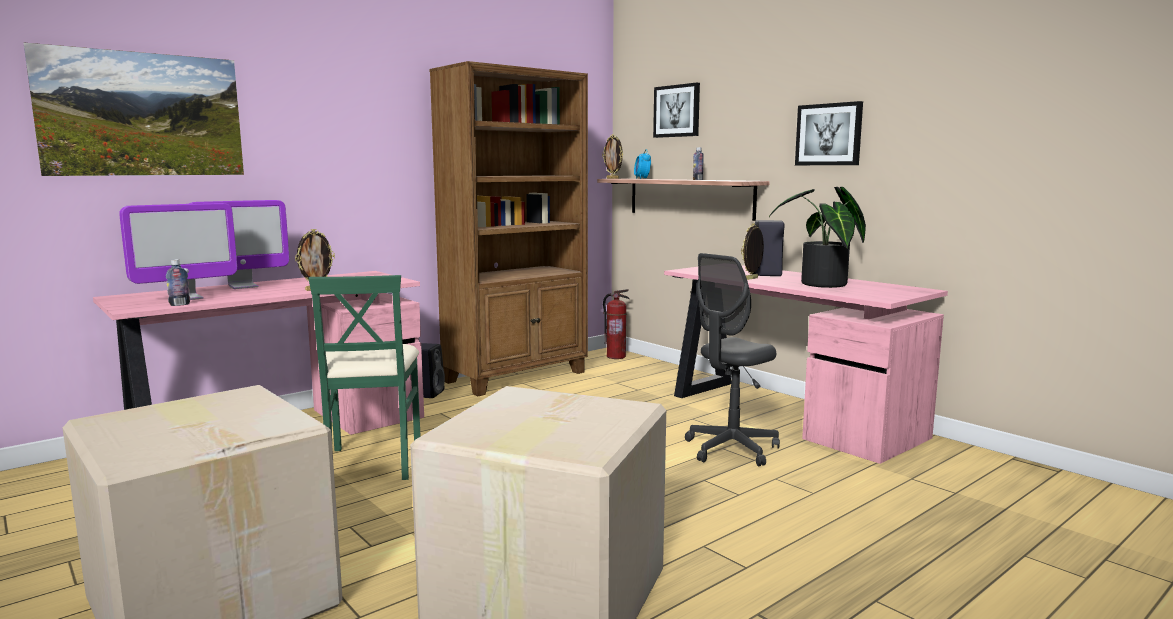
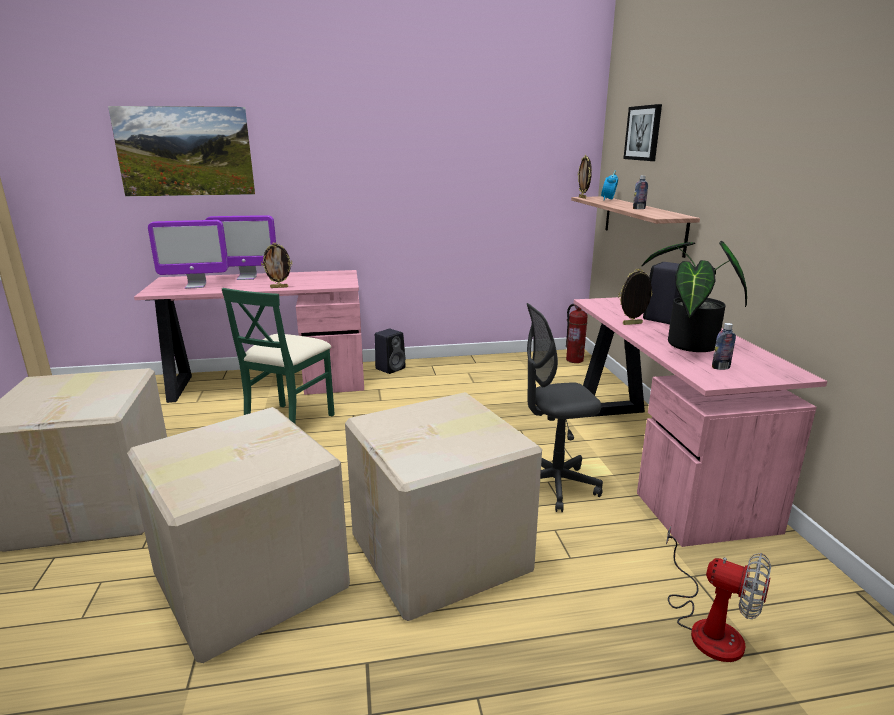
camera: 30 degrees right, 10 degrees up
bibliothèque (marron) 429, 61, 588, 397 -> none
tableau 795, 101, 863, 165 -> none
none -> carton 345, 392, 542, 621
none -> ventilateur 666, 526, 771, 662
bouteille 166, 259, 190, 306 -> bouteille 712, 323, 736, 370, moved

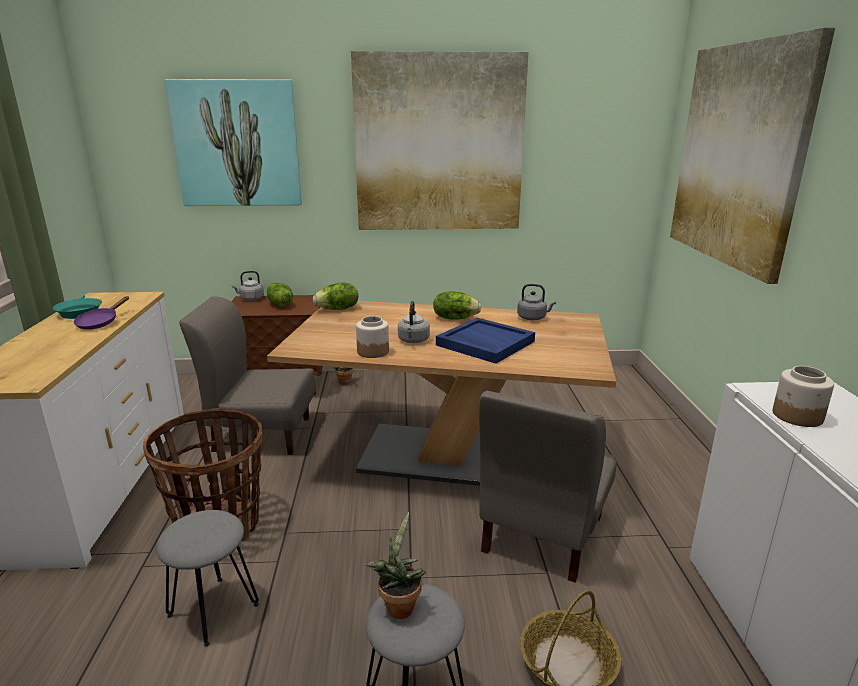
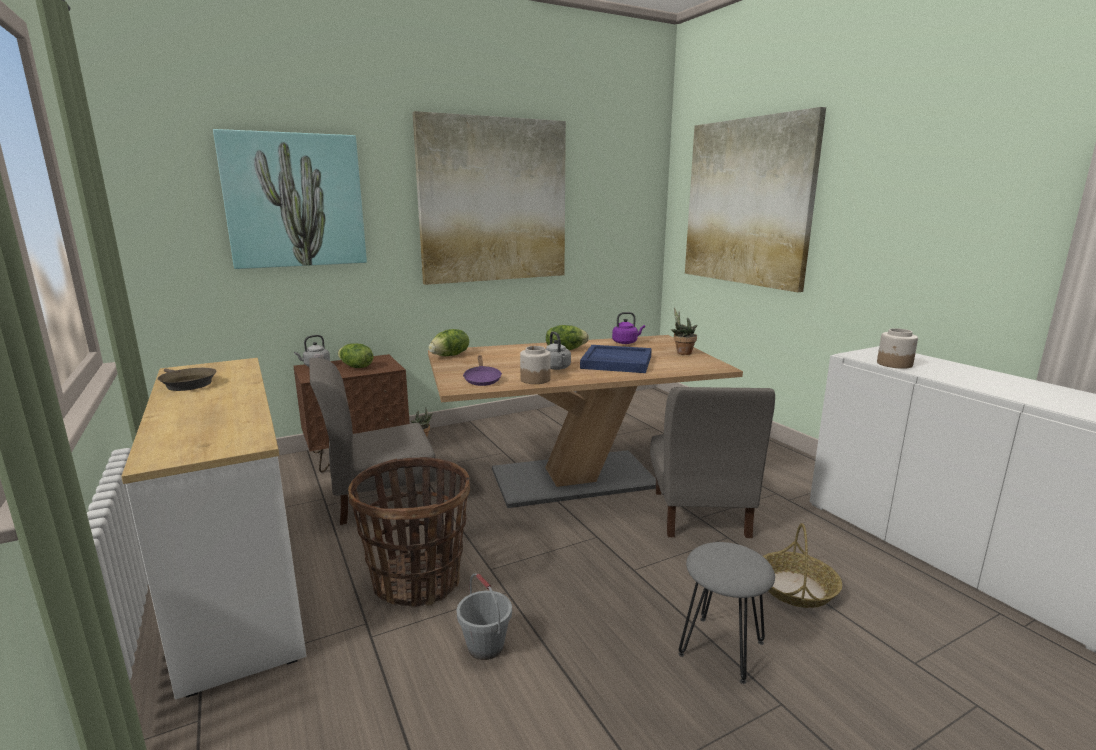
camera: 25 degrees left, 5 degrees down
poêle (violet) 74, 296, 129, 330 -> poêle (violet) 463, 355, 502, 386, moved
plante en pot 366, 512, 426, 619 -> plante en pot 670, 308, 698, 355, moved
tabouret (gris) 156, 510, 259, 647 -> seau (gris) 457, 573, 512, 660
poêle (turquoise) 53, 295, 102, 319 -> poêle (marron) 158, 368, 217, 391
bouilloire (gris) 517, 284, 556, 320 -> bouilloire (violet) 612, 312, 645, 344

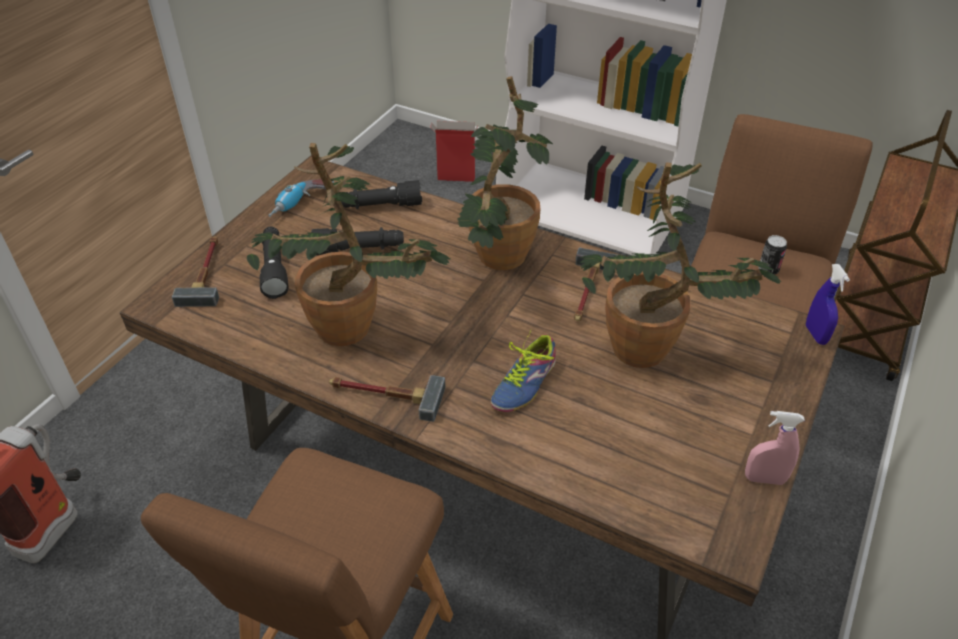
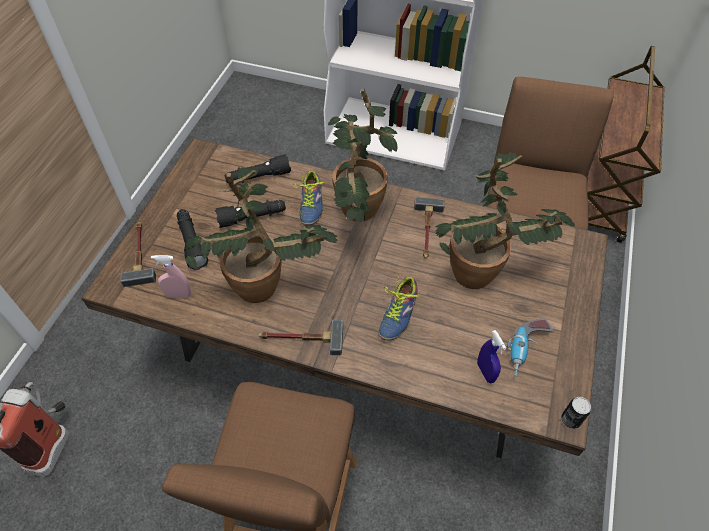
camera: 10 degrees left, 10 degrees up
carton 430, 121, 478, 182 -> none
none -> chaussure 293, 171, 324, 225
perceuse 268, 179, 334, 217 -> perceuse 507, 318, 553, 377, moved
vaporisateur (rose) 745, 411, 805, 485 -> vaporisateur (rose) 151, 255, 191, 298, moved
boîte métallique 758, 235, 787, 275 -> boîte métallique 561, 397, 591, 429, moved
vaporisateur (bleu) 806, 264, 850, 345 -> vaporisateur (bleu) 477, 330, 506, 383, moved

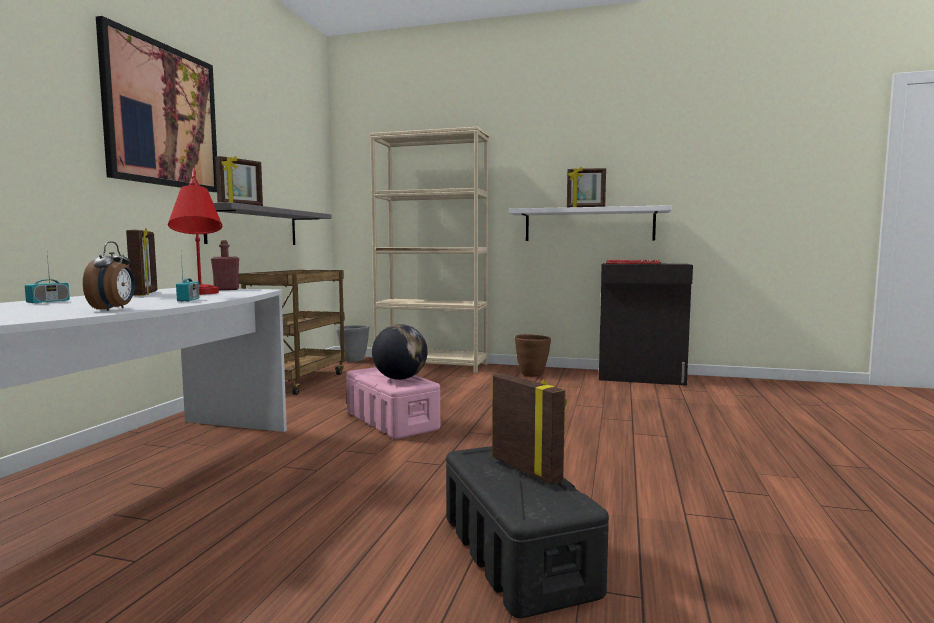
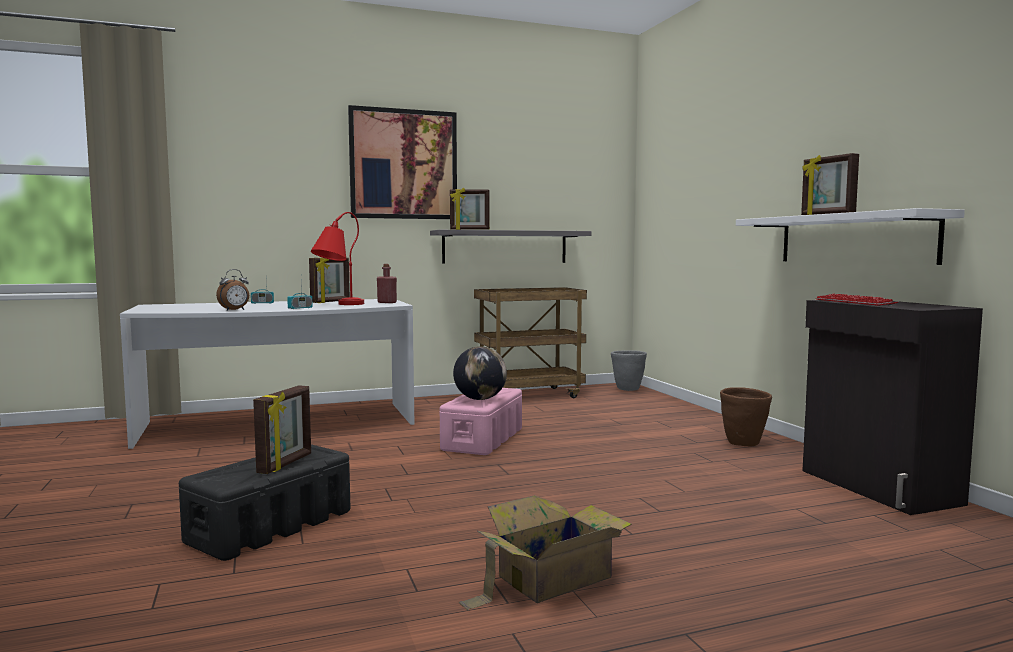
camera: 55 degrees right, 0 degrees up
bibliothèque (beige) 370, 127, 489, 373 -> none
none -> carton 459, 495, 632, 610

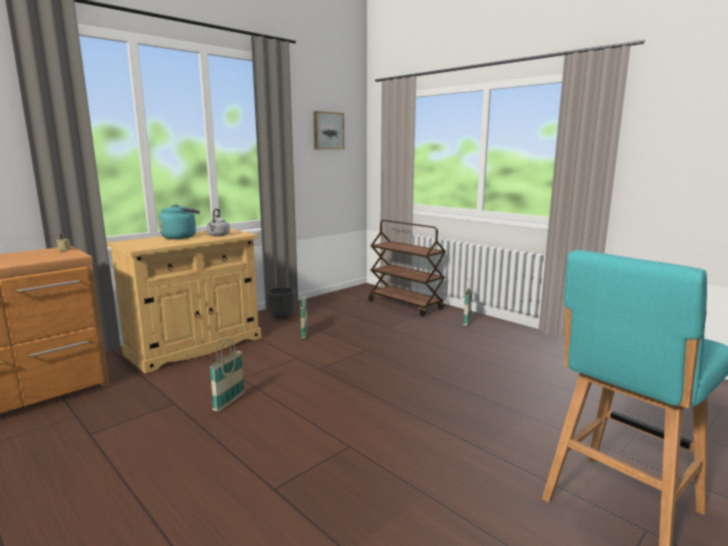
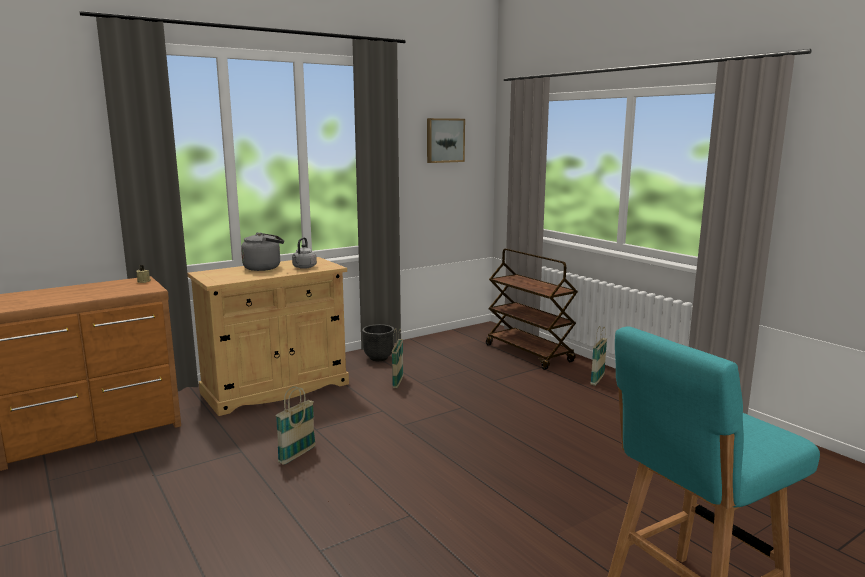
camera: 10 degrees right, 0 degrees up
bouilloire (turquoise) 159, 204, 200, 239 -> bouilloire (gris) 241, 233, 284, 271

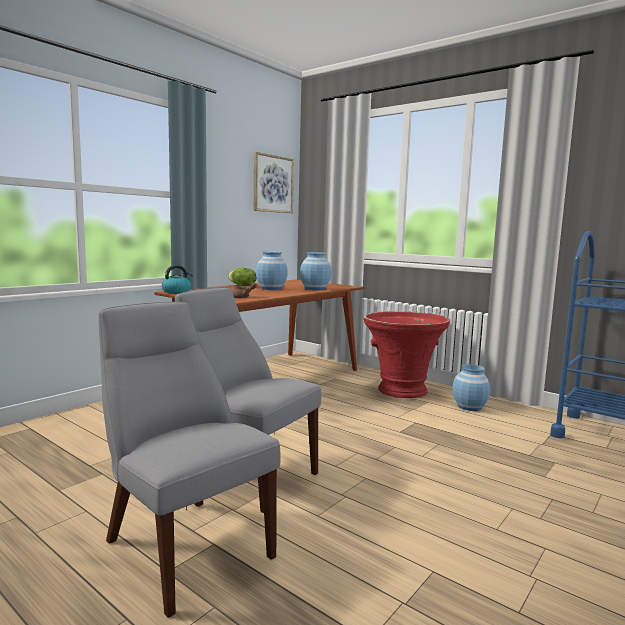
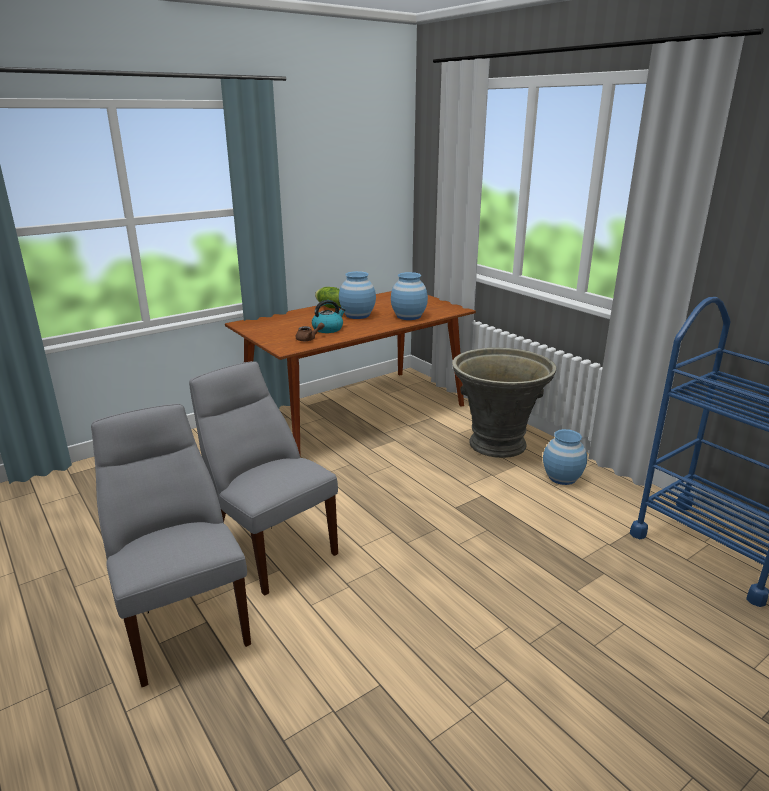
camera: 15 degrees right, 15 degrees up
tableau 254, 152, 294, 213 -> none
bouilloire 162, 265, 193, 293 -> bouilloire 312, 300, 346, 333, moved
cache-pot (rouge) 363, 311, 450, 398 -> cache-pot (gris) 452, 348, 557, 458

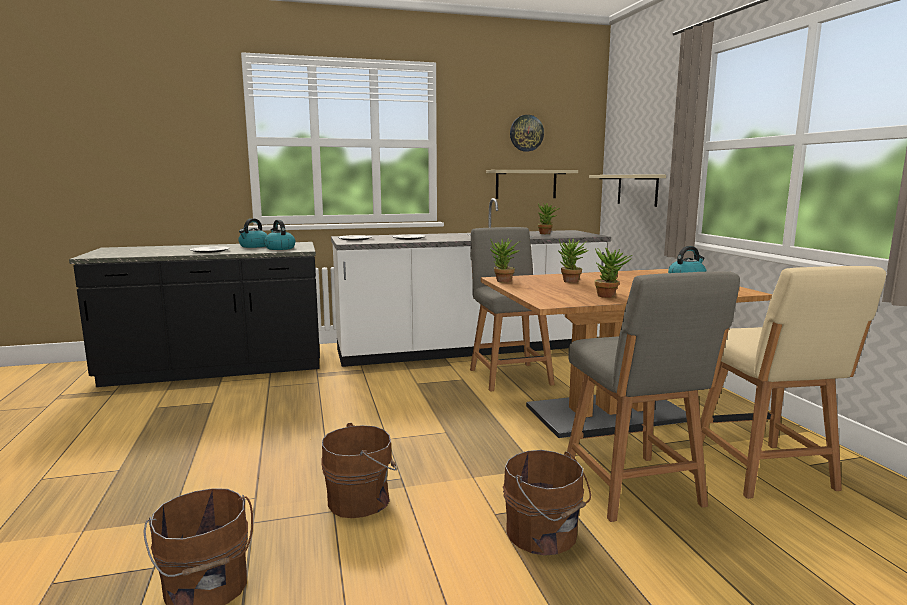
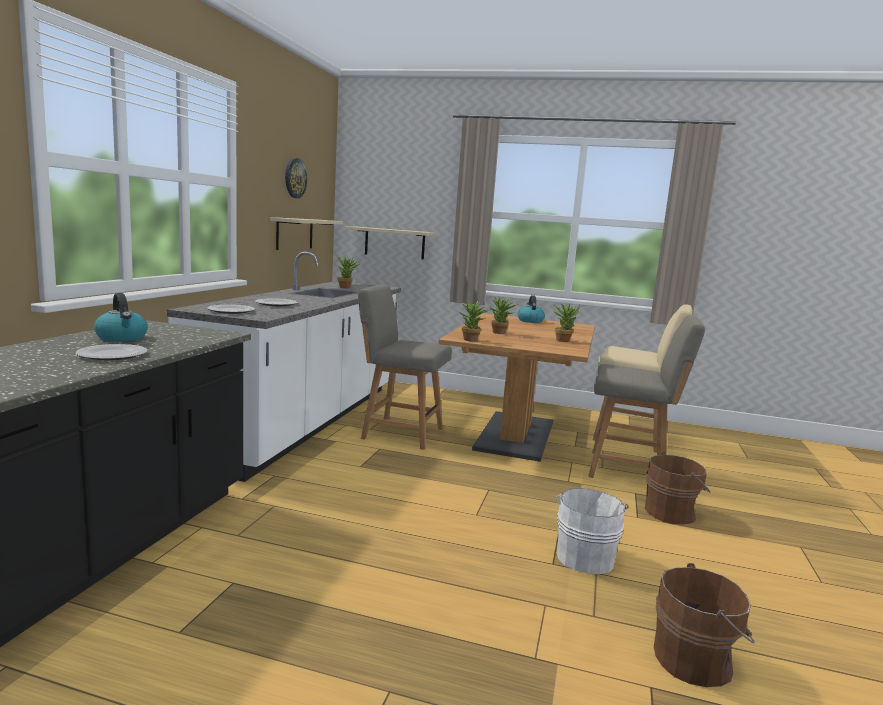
camera: 60 degrees left, 0 degrees up
bouilloire 264, 220, 296, 250 -> none
seau (marron) 321, 423, 397, 518 -> seau (blanc) 556, 488, 629, 574

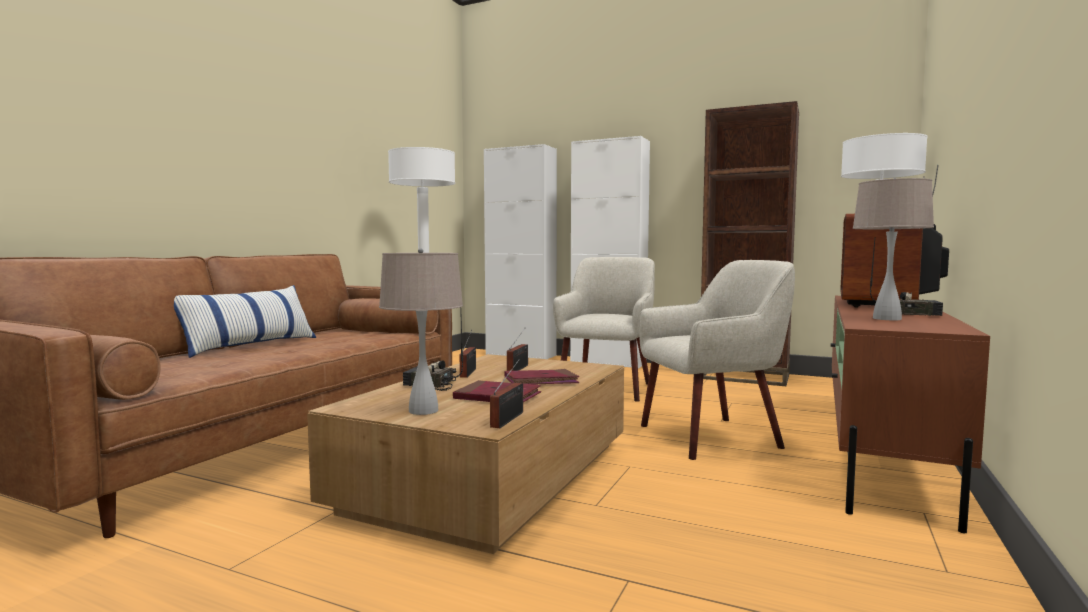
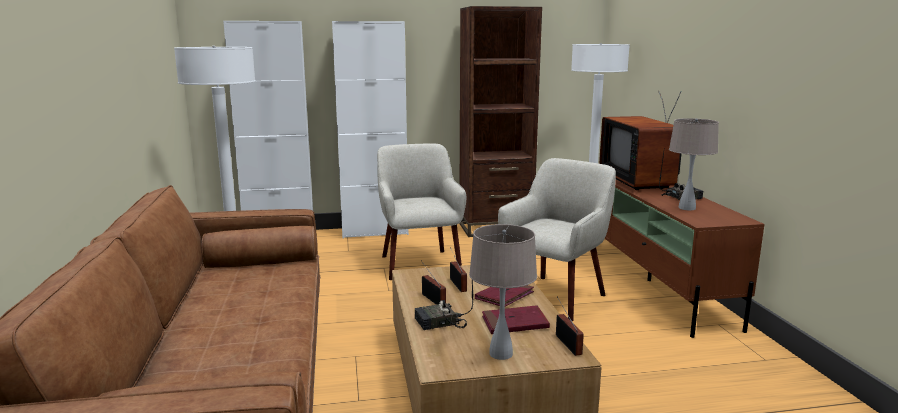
camera: 35 degrees left, 10 degrees up
coussin 174, 285, 316, 358 -> none

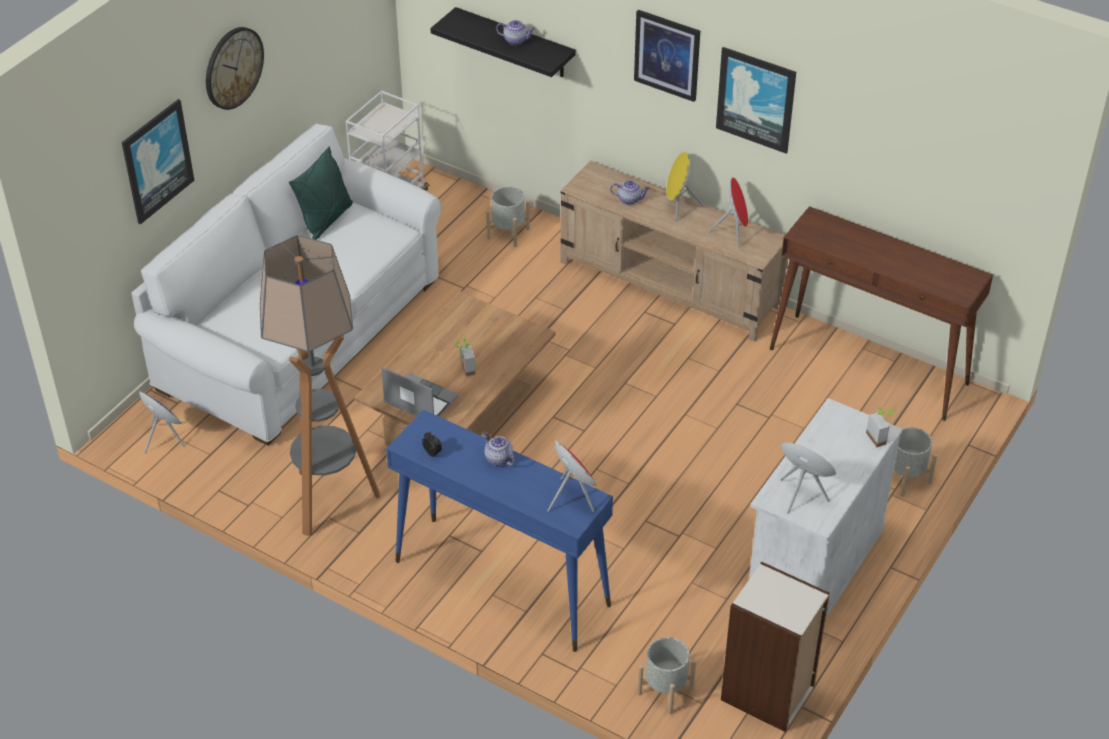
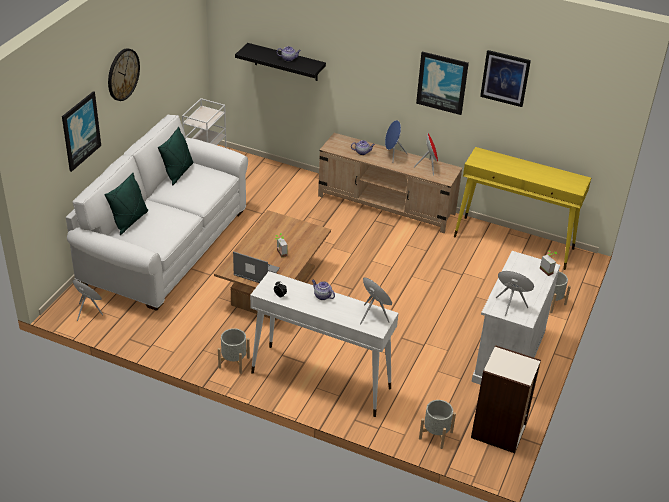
camera: 10 degrees left, 5 degrees down
lampadaire 260, 235, 380, 536 -> none
none -> coussin (vert) 104, 173, 148, 235
cache-pot (gris) 486, 186, 530, 247 -> cache-pot (gris) 218, 328, 250, 374, moved
tableau 634, 10, 700, 102 -> tableau 480, 50, 531, 107, moved
table console (bleu) 386, 409, 613, 652 -> table console (blanc) 250, 271, 398, 417
enceinte (jaune) 666, 152, 704, 222 -> enceinte (bleu) 385, 120, 407, 163
table console (marron) 770, 206, 993, 421 -> table console (jaune) 454, 147, 591, 270

